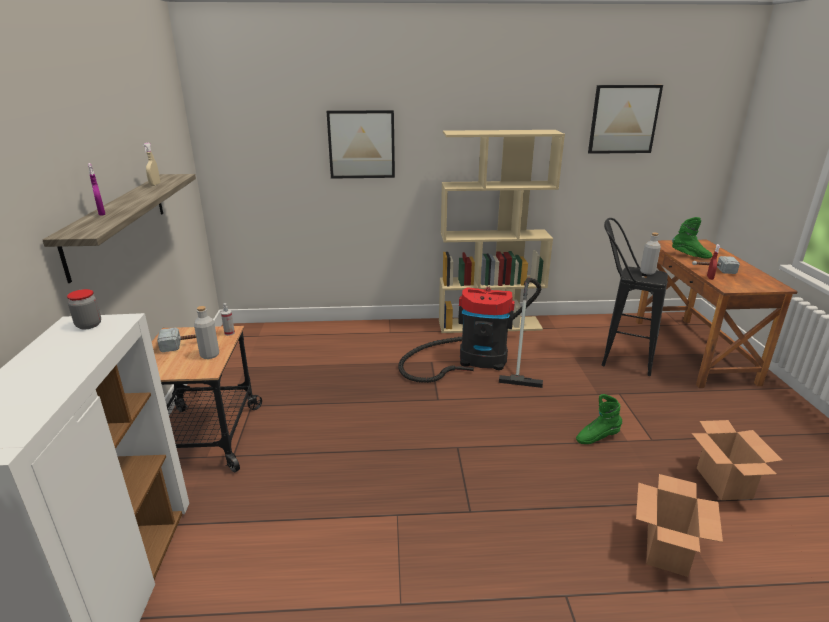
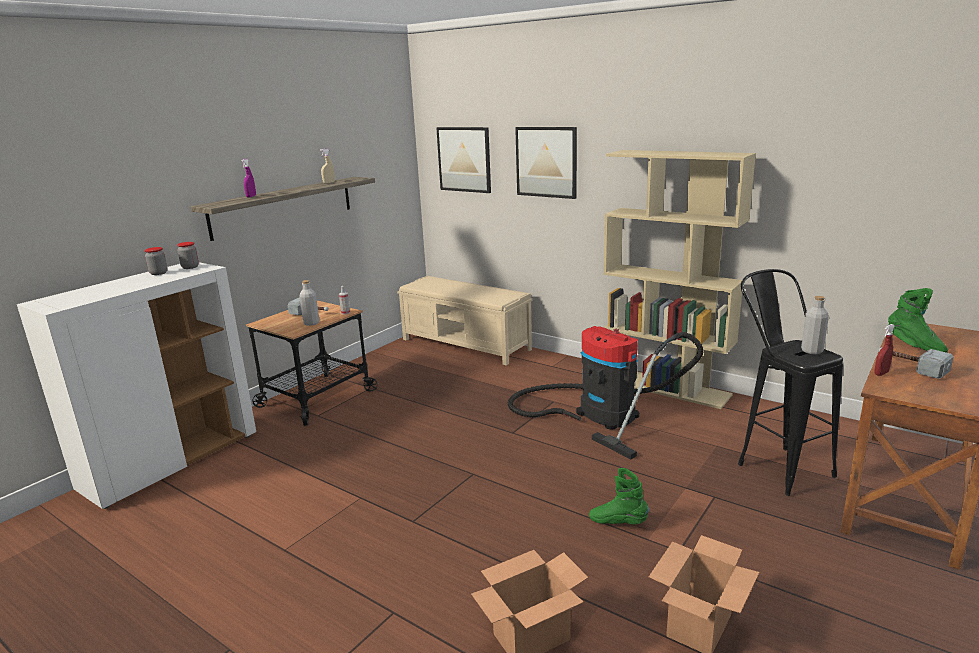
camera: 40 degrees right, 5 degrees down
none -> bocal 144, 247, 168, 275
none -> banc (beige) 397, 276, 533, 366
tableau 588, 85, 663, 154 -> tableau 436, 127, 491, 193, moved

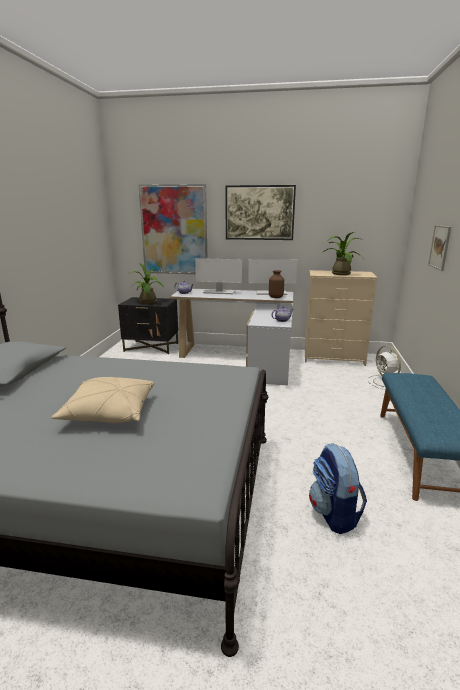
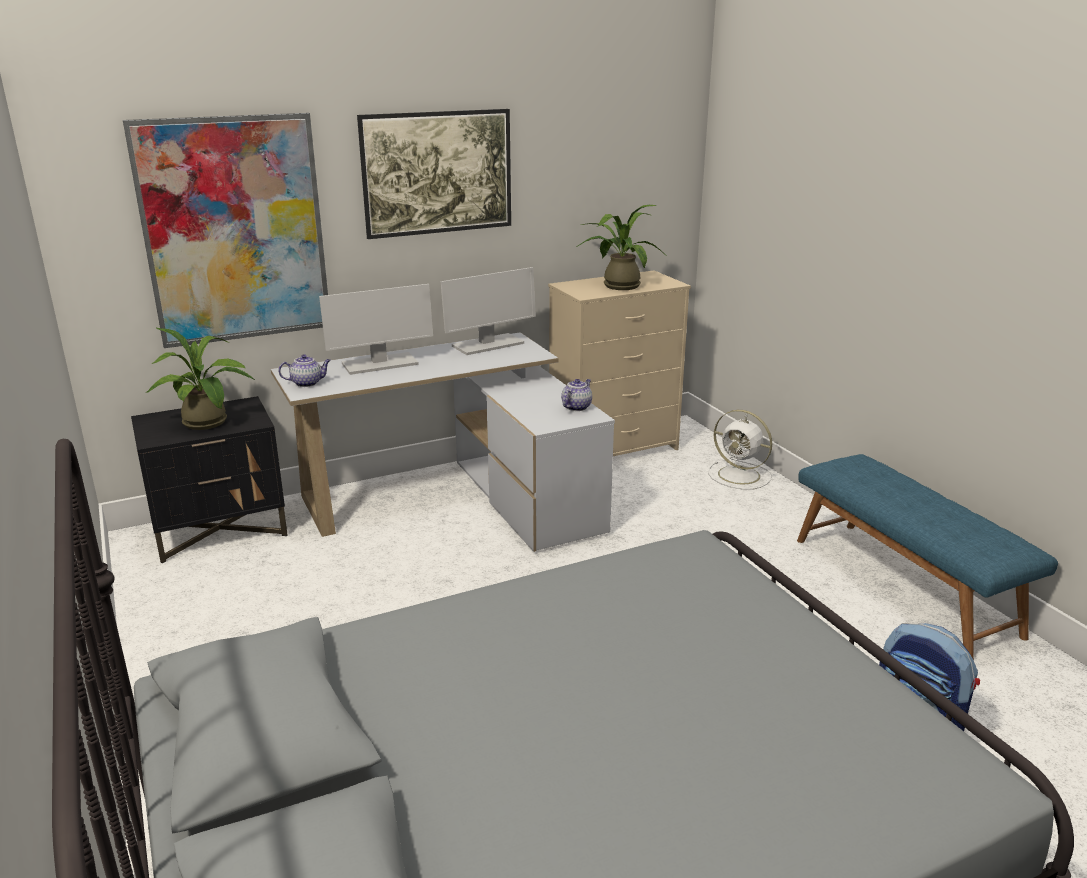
camera: 35 degrees left, 5 degrees up
coussin (beige) 51, 377, 154, 423 -> none
vase (marron) 269, 270, 284, 298 -> none
tableau 428, 225, 451, 271 -> none

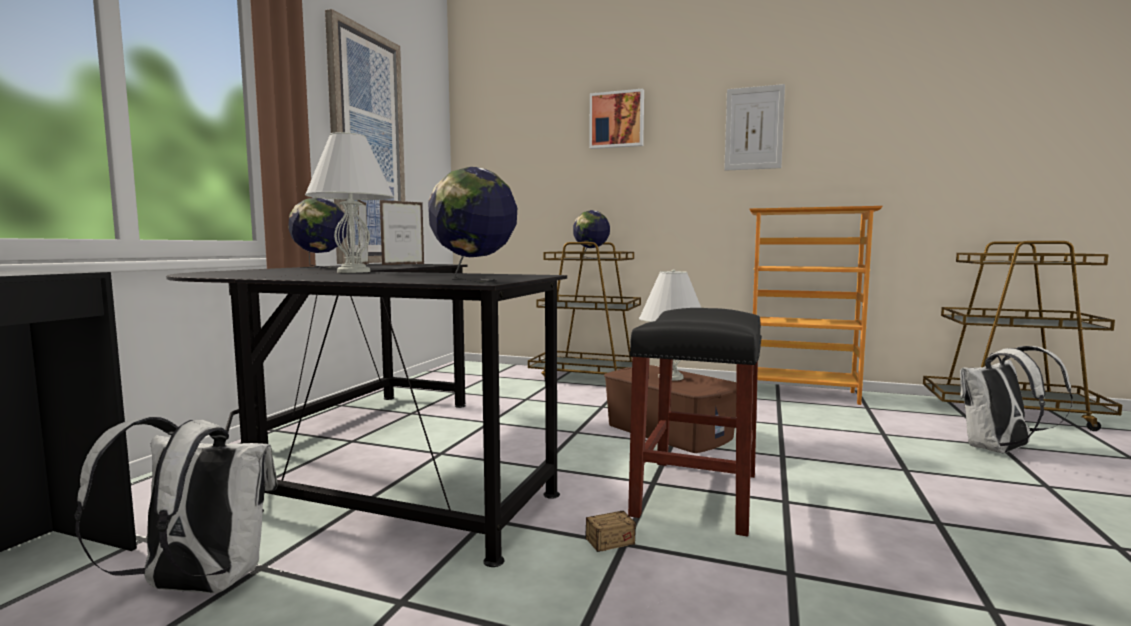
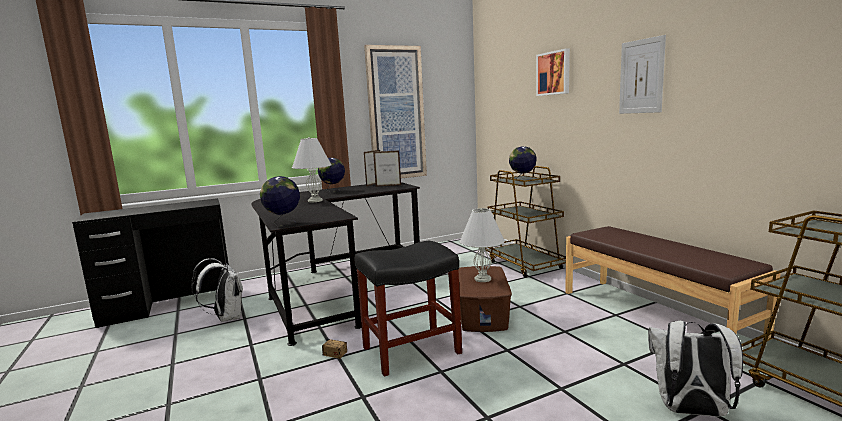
camera: 45 degrees right, 5 degrees up
bibliothèque 749, 206, 883, 405 -> banc (marron) 565, 226, 781, 340

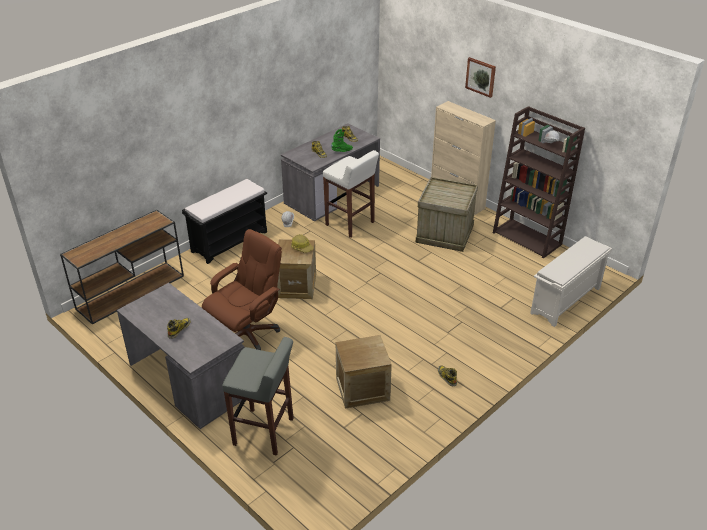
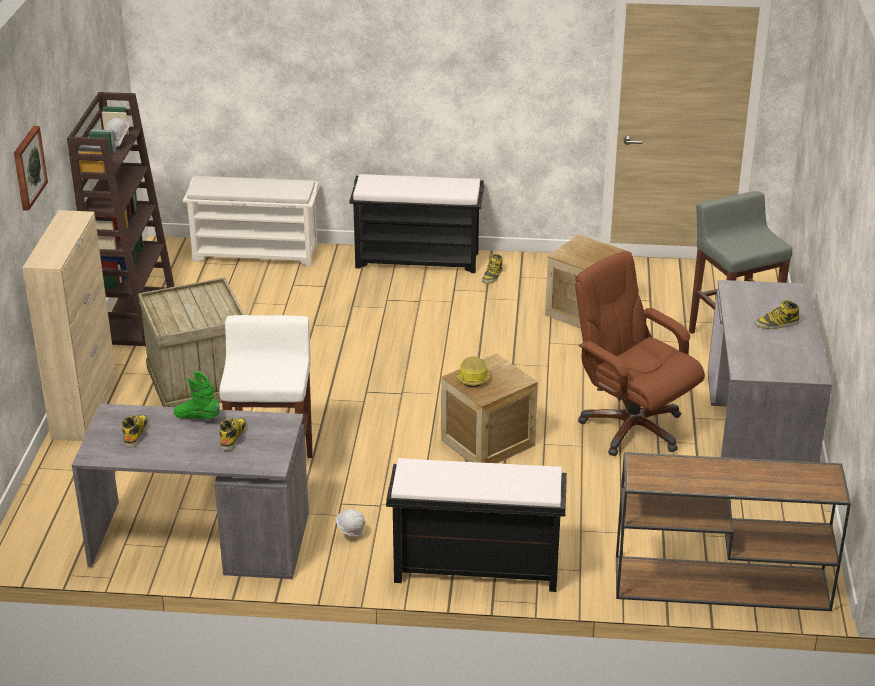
camera: 130 degrees left, 5 degrees down
none -> banc (noir) 349, 174, 484, 273
chaise de bureau (marron) 202, 229, 282, 350 -> chaise de bureau (marron) 575, 251, 705, 456, 45 degrees clockwise

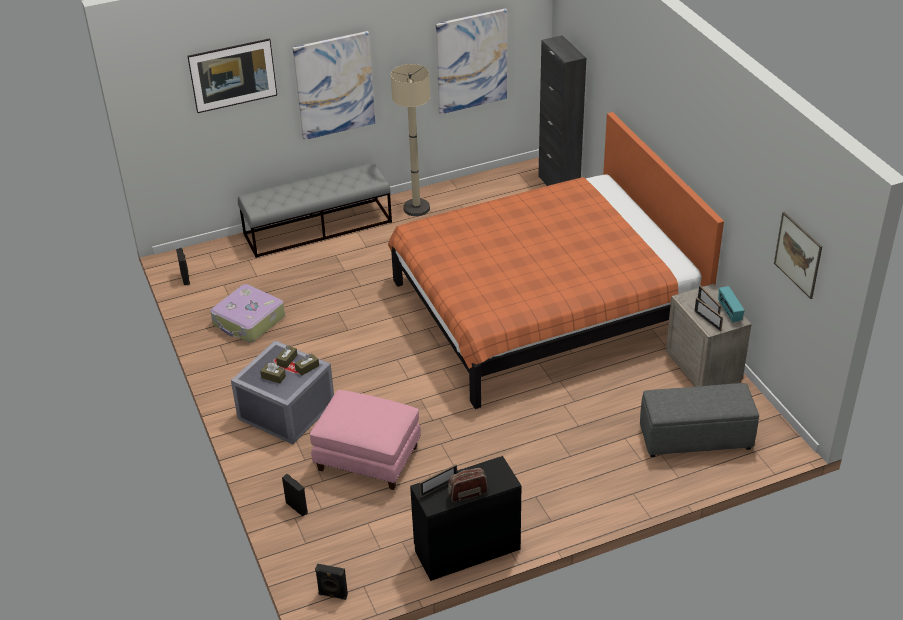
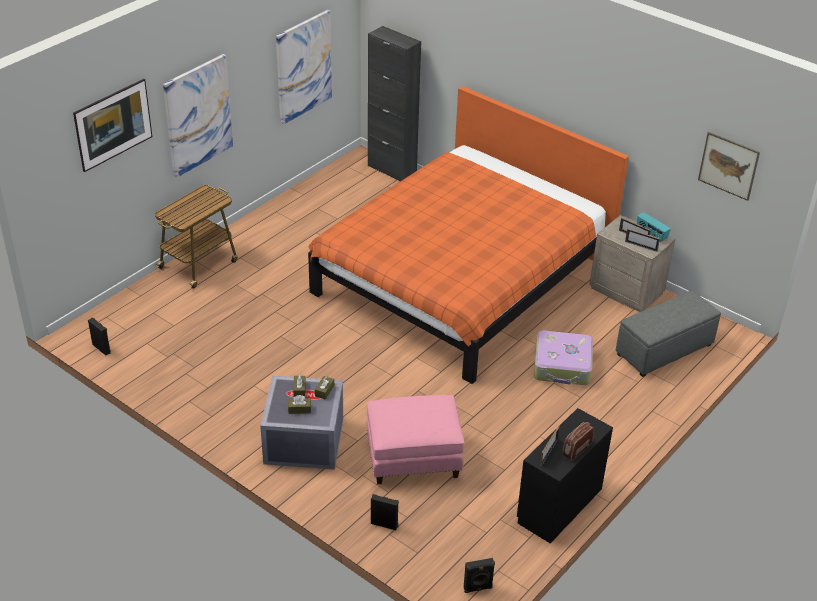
camera: 30 degrees left, 0 degrees up
lampadaire (beige) 391, 64, 430, 216 -> none
valise 210, 284, 285, 342 -> valise 534, 331, 593, 385, moved
banc (gris) 238, 163, 392, 258 -> chariot 154, 185, 238, 289

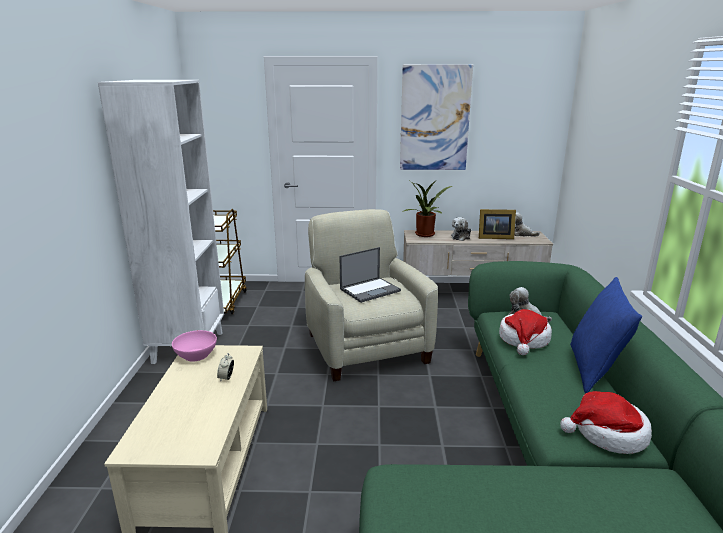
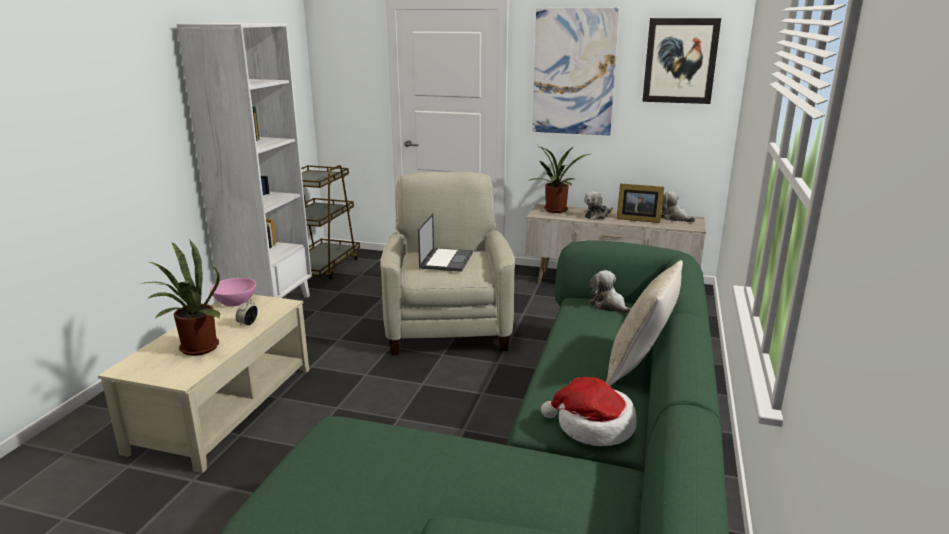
camera: 15 degrees right, 0 degrees up
chapeau 499, 309, 552, 355 -> none
none -> plante en pot 139, 240, 220, 356
none -> tableau 642, 18, 721, 104
coussin (bleu) 570, 277, 642, 393 -> coussin (beige) 606, 260, 683, 386
ordinateur portable 340, 247, 401, 303 -> ordinateur portable 418, 213, 473, 272, 60 degrees counterclockwise

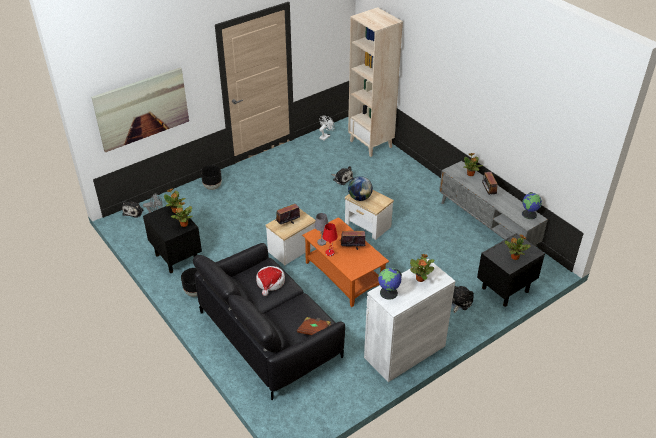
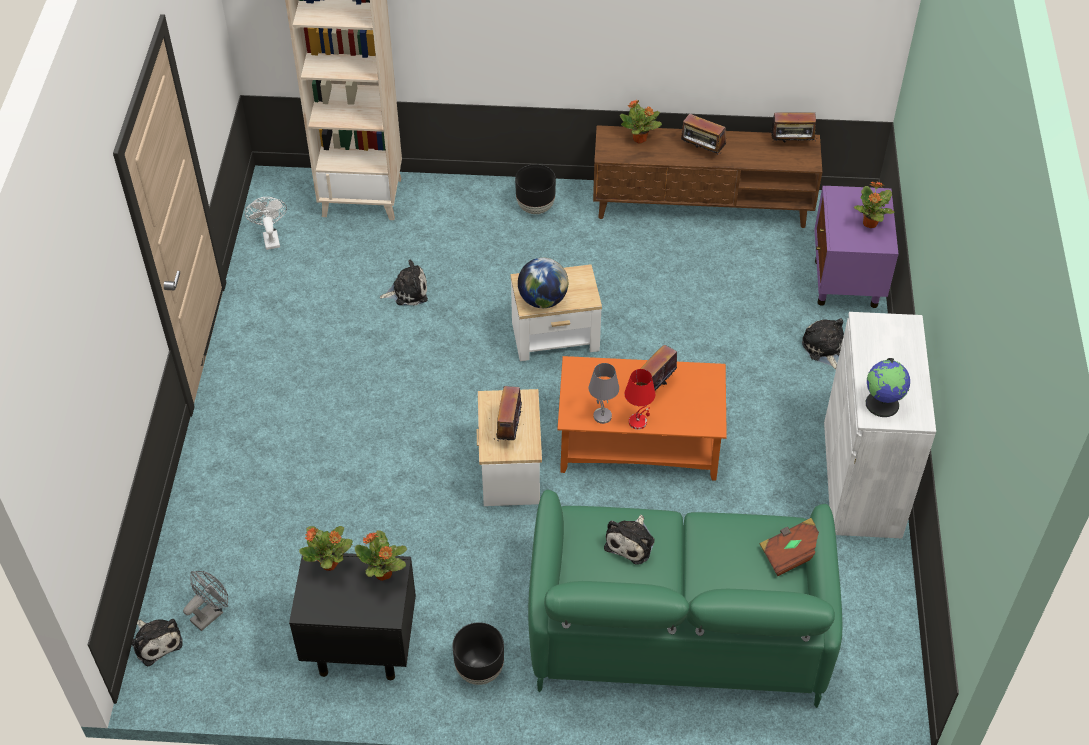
camera: 50 degrees left, 10 degrees up
tableau 91, 68, 189, 152 -> none
plante en pot 410, 254, 435, 282 -> none
cache-pot (noir) 201, 165, 222, 190 -> cache-pot (noir) 515, 164, 556, 214, moved
chapeau 256, 266, 285, 296 -> peluche 604, 515, 655, 565
globe 522, 192, 542, 219 -> radio 769, 106, 816, 143
canapé (noir) 193, 243, 345, 400 -> canapé (vert) 528, 490, 842, 708
meuble télé (gris) 439, 161, 548, 247 -> meuble télé (marron) 593, 125, 822, 228
table de chevet (noir) 477, 233, 545, 307 -> table de chevet (violet) 814, 186, 899, 308

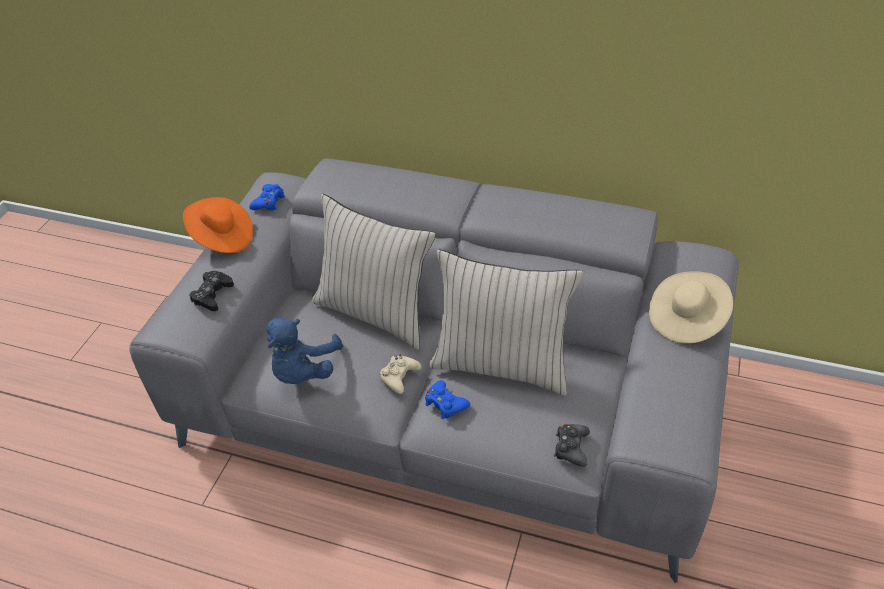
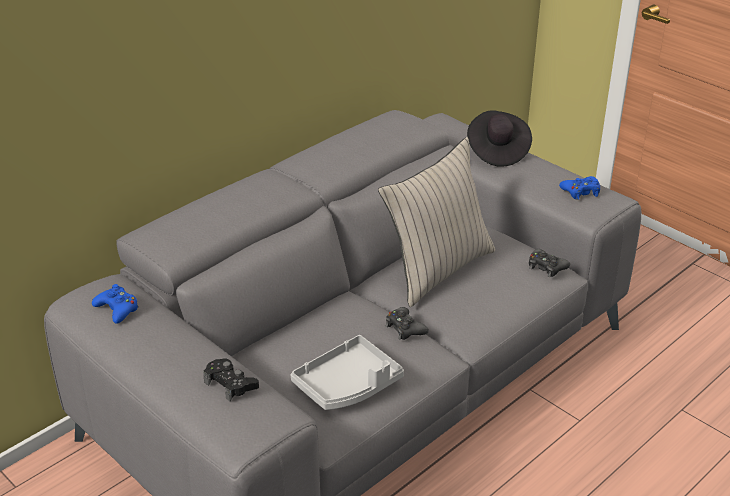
camera: 65 degrees left, 10 degrees down
chapeau (orange) 183, 197, 253, 253 -> none
coussin (beige) 312, 194, 436, 350 -> none
manette (bleu) 425, 380, 470, 419 -> manette (bleu) 559, 176, 600, 200, moved
peluche (bleu) 266, 318, 343, 384 -> plateau (gris) 291, 335, 404, 410
manette (beige) 380, 354, 422, 394 -> manette (noir) 385, 307, 429, 340
chapeau (beige) 649, 271, 733, 343 -> chapeau (noir) 467, 110, 532, 167

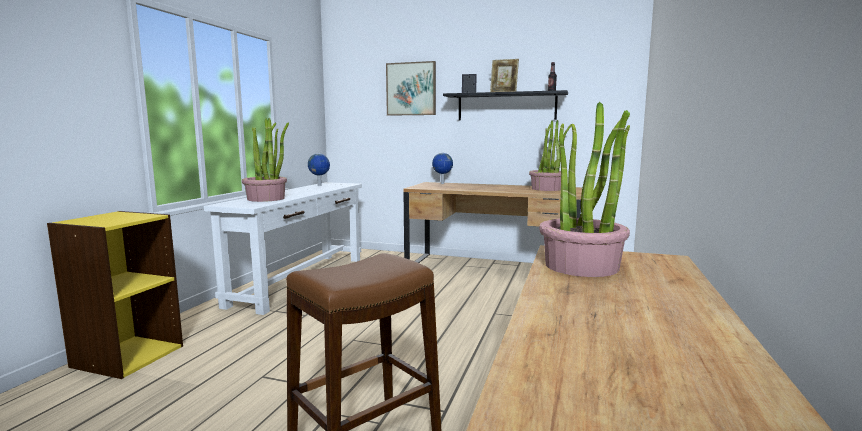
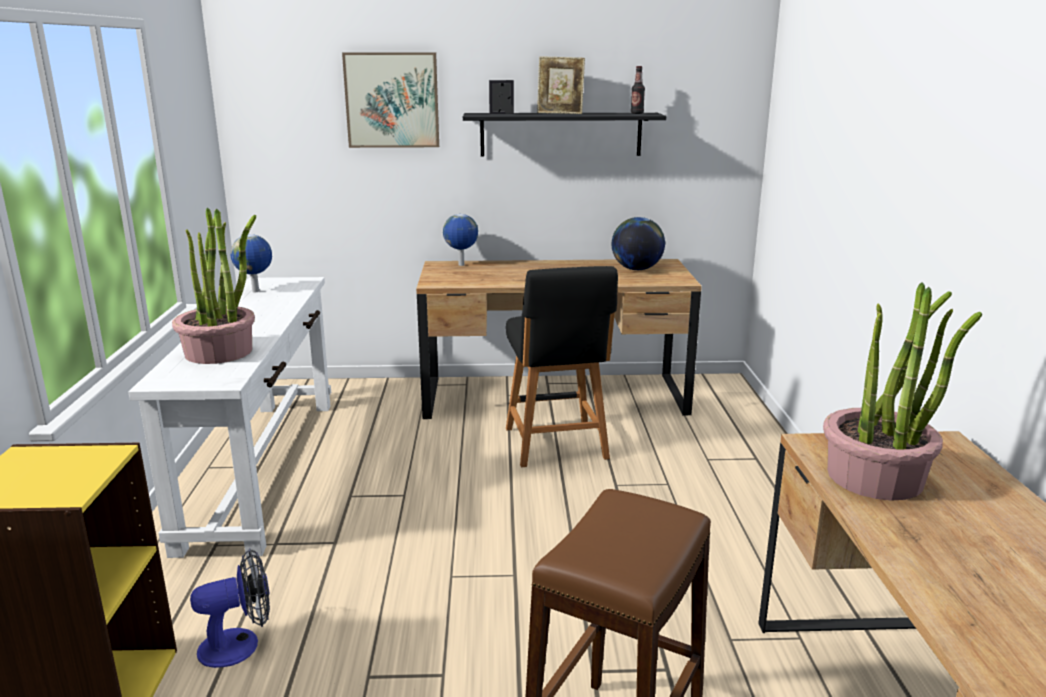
camera: 20 degrees left, 10 degrees up
none -> ventilateur 190, 548, 270, 668
none -> chaise (noir) 506, 266, 618, 467
plante en pot 529, 120, 572, 191 -> globe 612, 217, 665, 270

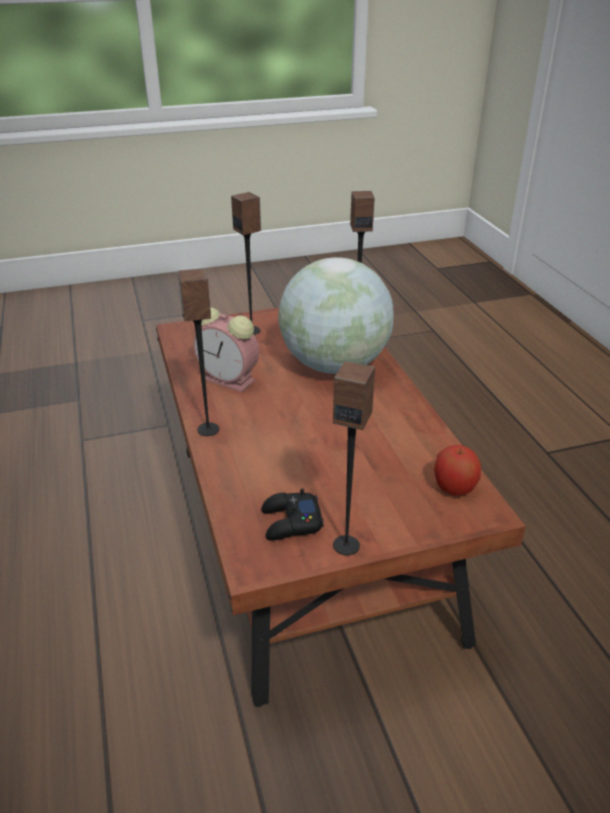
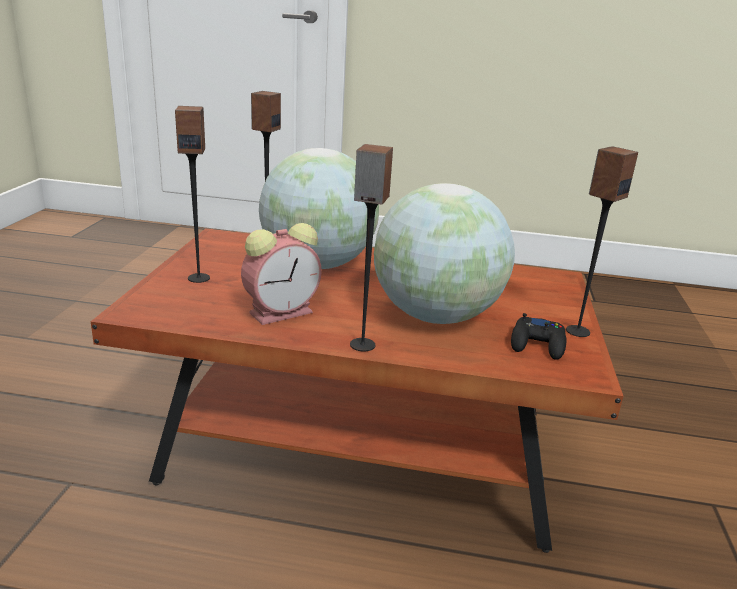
camera: 65 degrees left, 10 degrees down
pomme 434, 445, 481, 495 -> none
none -> globe 374, 183, 515, 324

